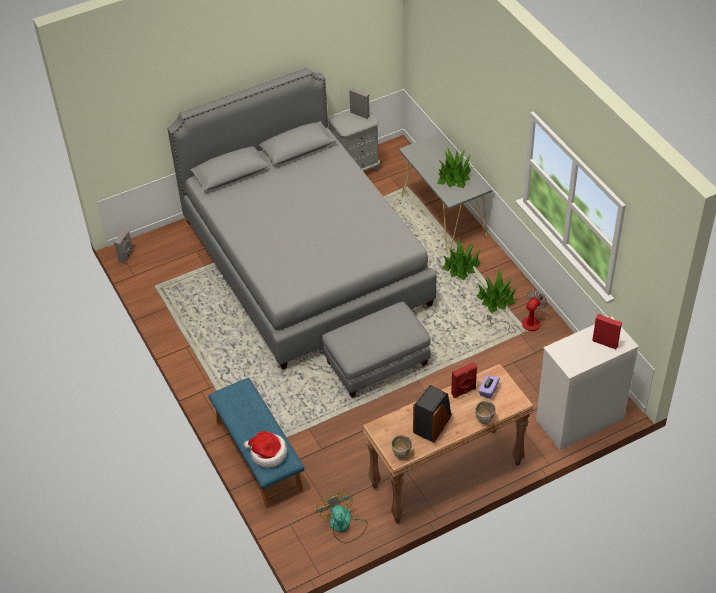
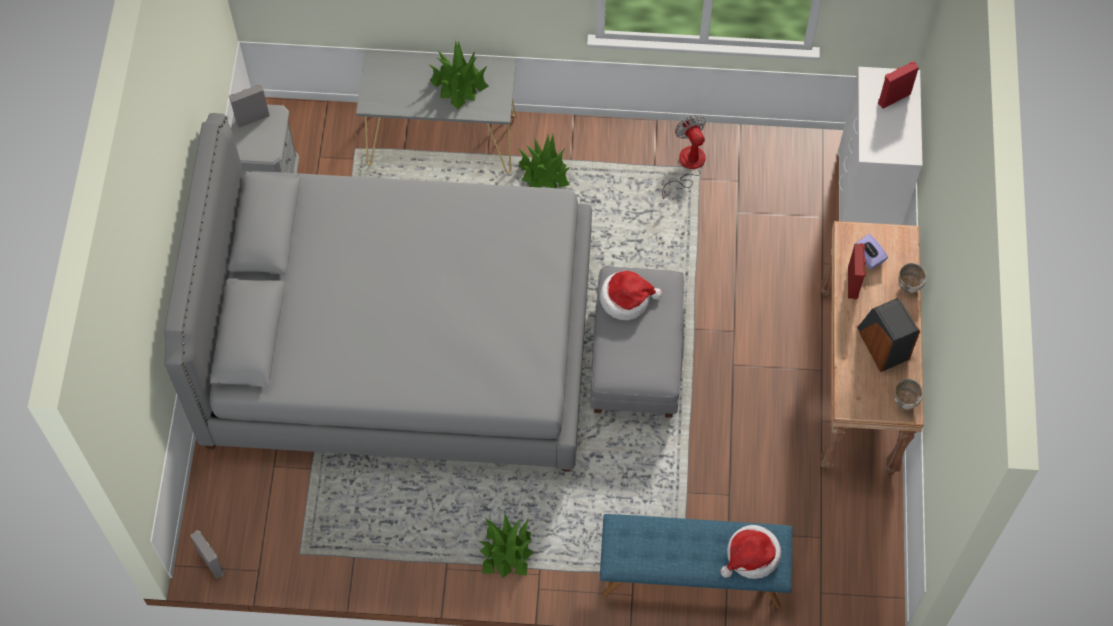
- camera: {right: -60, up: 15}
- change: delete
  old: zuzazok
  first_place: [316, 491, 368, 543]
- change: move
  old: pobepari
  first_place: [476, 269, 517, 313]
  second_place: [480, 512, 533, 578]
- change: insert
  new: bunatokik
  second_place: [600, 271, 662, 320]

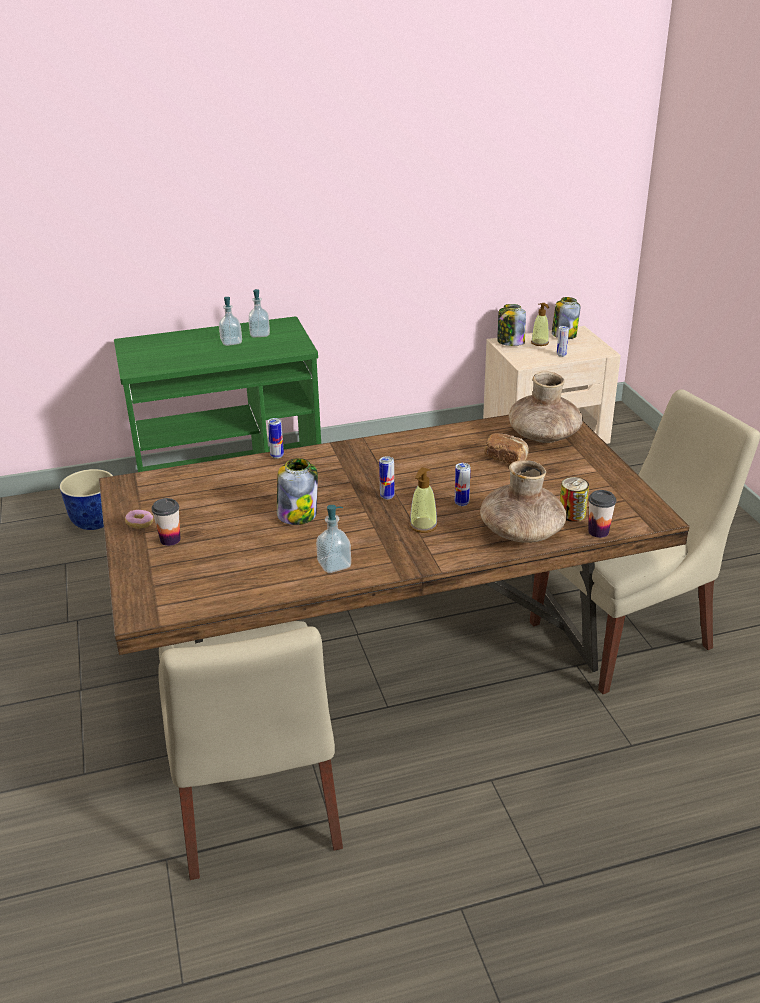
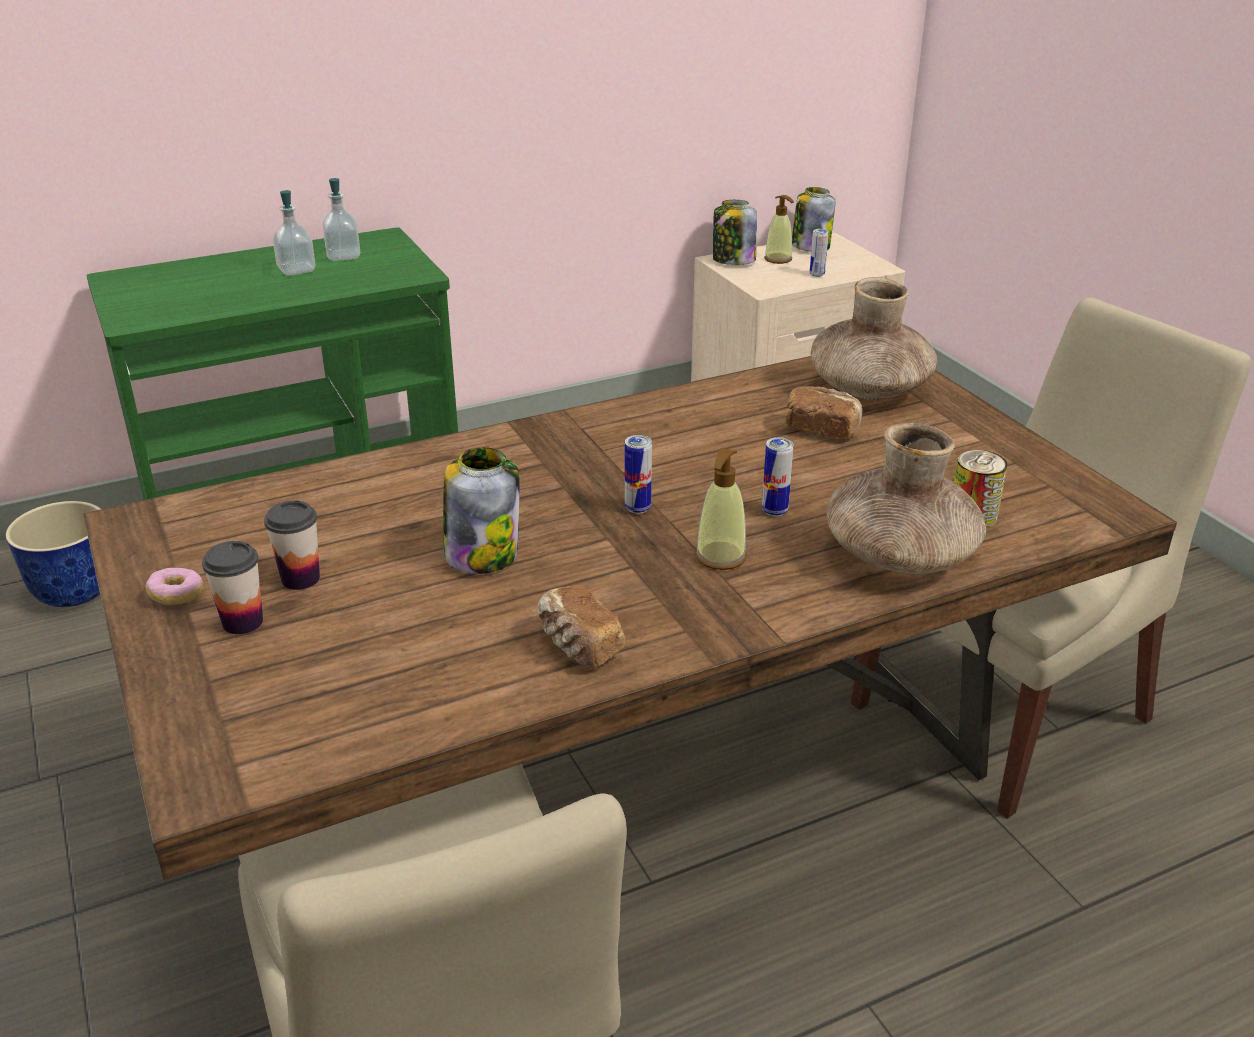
- camera: {right: -10, up: 0}
- change: delete
  old: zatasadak
  first_place: [268, 418, 284, 458]
- change: replace
  old: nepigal
  new: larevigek
  first_place: [316, 505, 351, 573]
  second_place: [537, 585, 626, 669]
- change: move
  old: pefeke
  first_place: [588, 490, 616, 538]
  second_place: [264, 501, 320, 590]

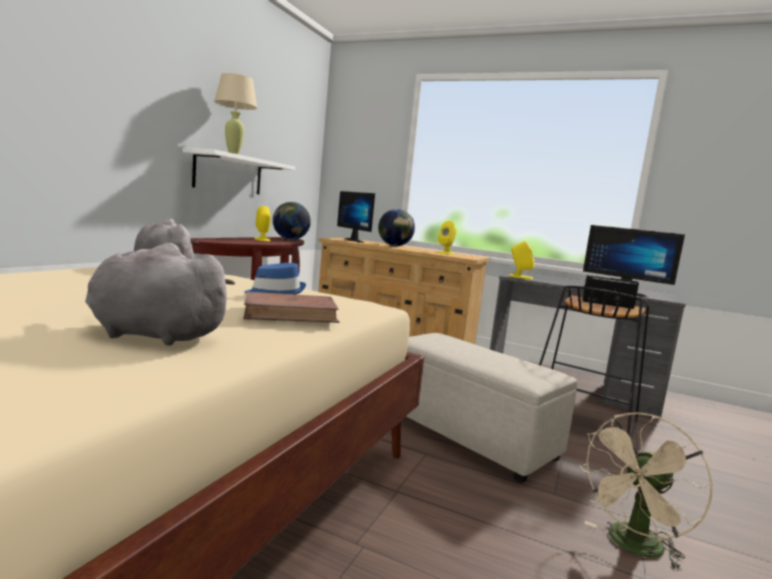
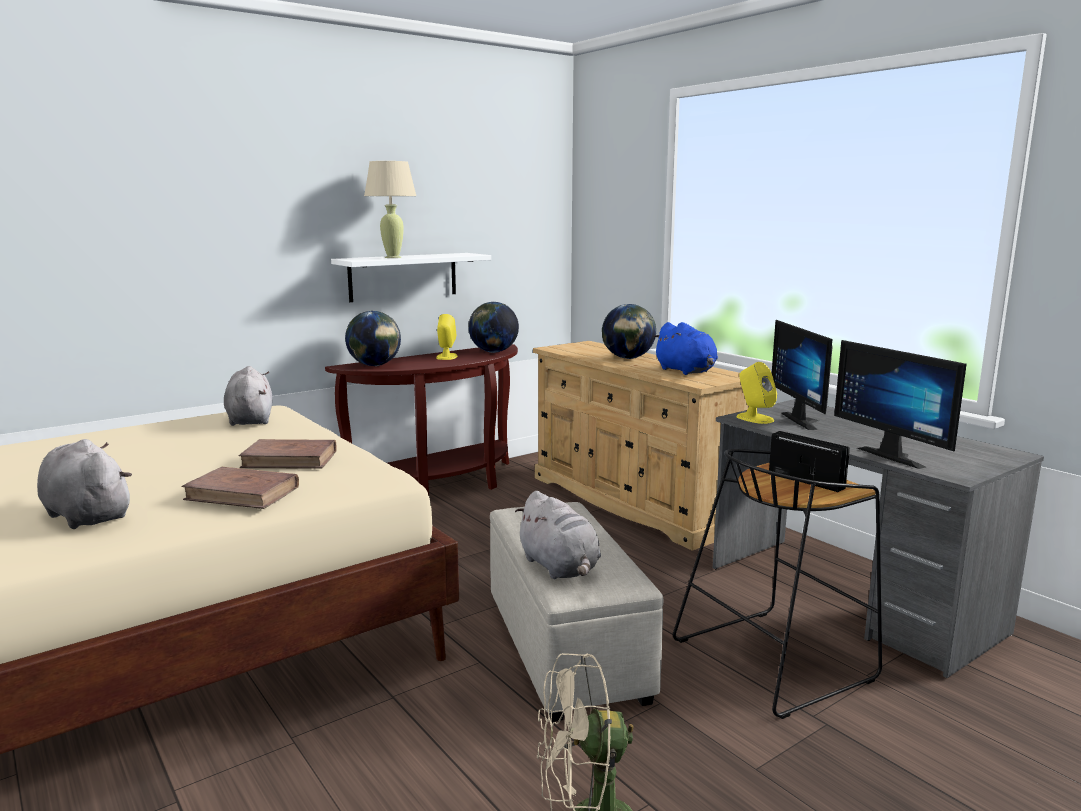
- camera: {right: 30, up: 5}
- change: replace
  old: bunatokik (blue)
  new: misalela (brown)
  first_place: [245, 263, 306, 295]
  second_place: [239, 439, 336, 469]
- change: move
  old: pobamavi
  first_place: [337, 191, 375, 243]
  second_place: [772, 320, 833, 430]
- change: replace
  old: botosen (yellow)
  new: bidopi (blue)
  first_place: [437, 221, 457, 254]
  second_place: [653, 322, 718, 375]
- change: insert
  new: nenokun
  second_place: [345, 311, 401, 366]
- change: insert
  new: bidopi (grey)
  second_place: [515, 491, 601, 579]

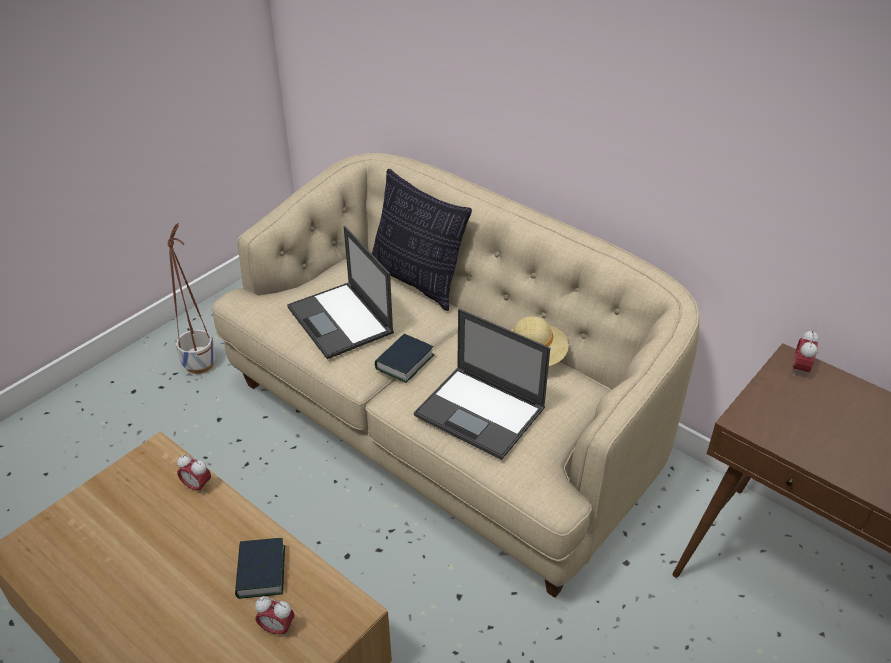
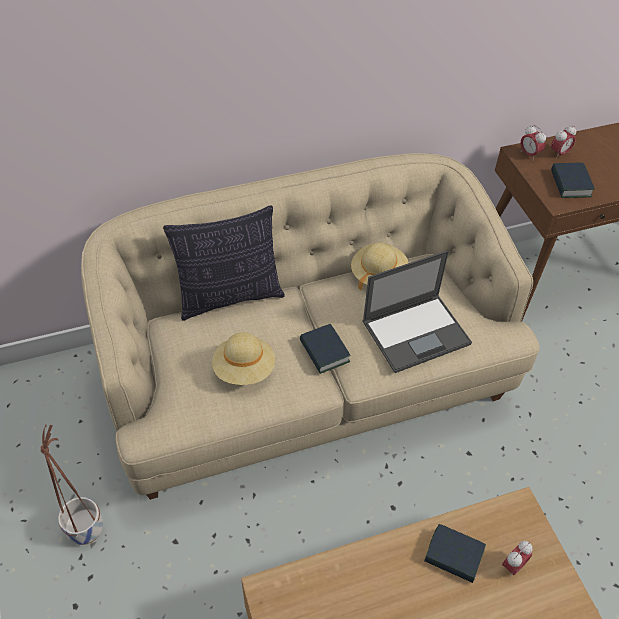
- camera: {right: -60, up: 10}
- change: move
  old: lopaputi
  first_place: [177, 455, 211, 494]
  second_place: [551, 125, 576, 159]
- change: replace
  old: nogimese
  new: bunatokik (beige)
  first_place: [287, 226, 394, 359]
  second_place: [212, 332, 275, 385]
- change: insert
  new: misalela
  second_place: [551, 163, 595, 198]

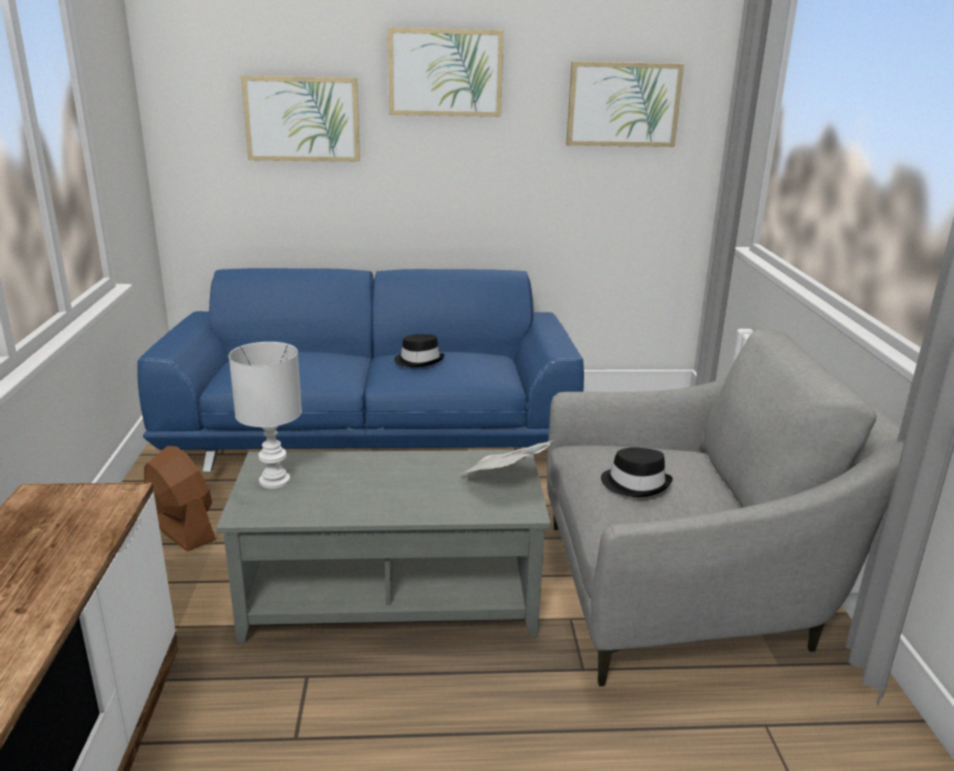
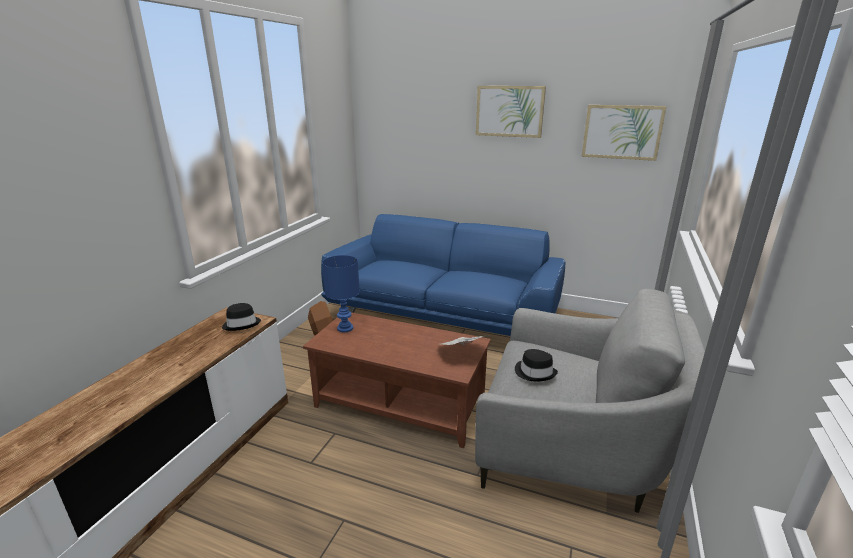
- camera: {right: 25, up: 0}
- change: recolor
  old: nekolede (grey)
  new: nekolede (brown)
  first_place: [216, 450, 551, 643]
  second_place: [303, 312, 491, 448]
- change: recolor
  old: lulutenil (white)
  new: lulutenil (blue)
  first_place: [229, 342, 302, 489]
  second_place: [322, 255, 360, 332]
- change: delete
  old: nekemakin
  first_place: [241, 75, 360, 162]
- change: move
  old: bunatokik (black)
  first_place: [394, 334, 445, 367]
  second_place: [222, 303, 261, 331]

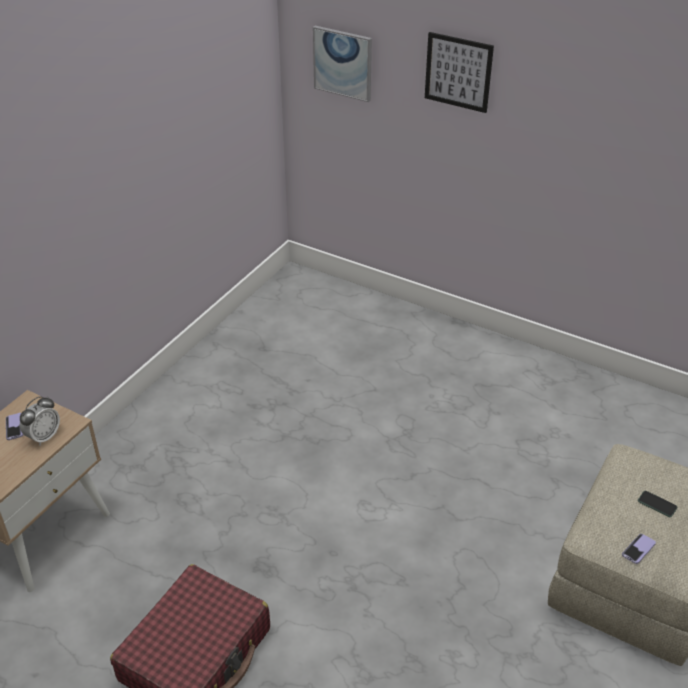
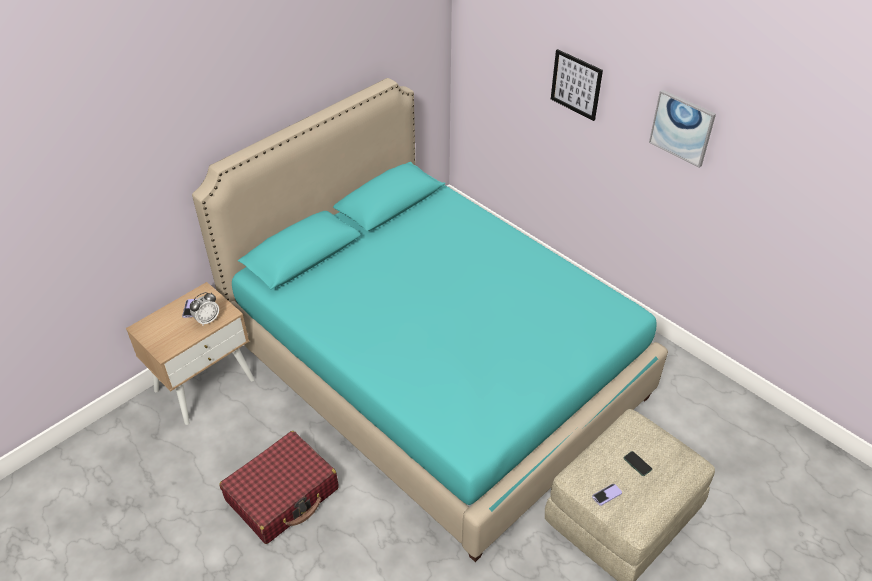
- camera: {right: 15, up: 5}
- change: move
  old: nekemakin
  first_place: [313, 26, 372, 102]
  second_place: [649, 90, 716, 168]
- change: insert
  new: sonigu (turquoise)
  second_place: [192, 78, 668, 562]

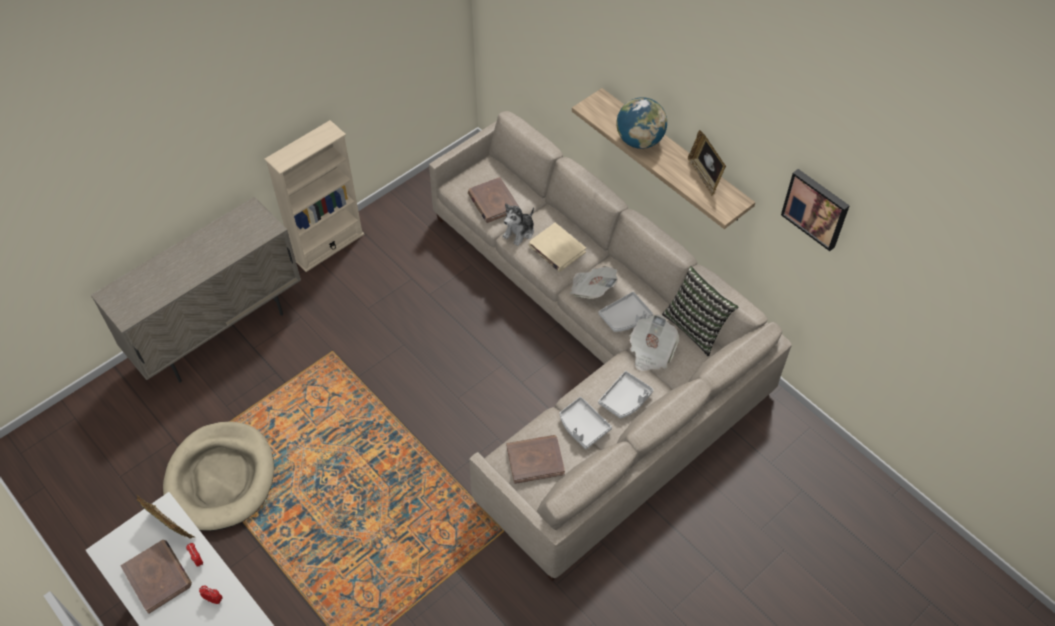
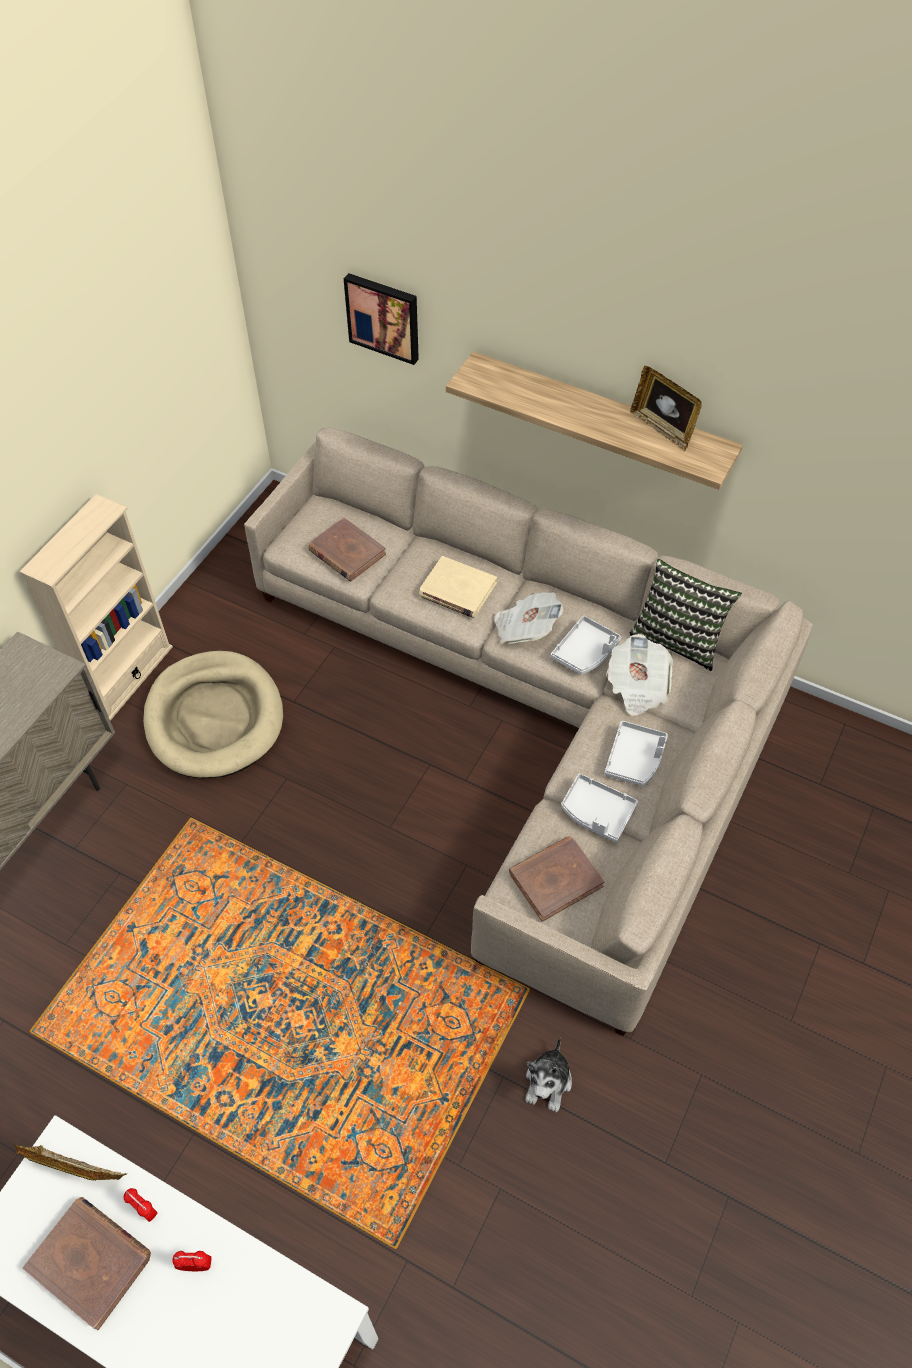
- camera: {right: -20, up: 0}
- change: move
  old: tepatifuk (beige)
  first_place: [163, 421, 274, 531]
  second_place: [143, 651, 283, 778]
- change: move
  old: bidopi
  first_place: [502, 203, 534, 246]
  second_place: [526, 1037, 572, 1112]
- change: delete
  old: nenokun
  first_place: [616, 97, 667, 149]
- change: move
  old: nekemakin
  first_place: [781, 169, 850, 251]
  second_place: [344, 273, 419, 365]

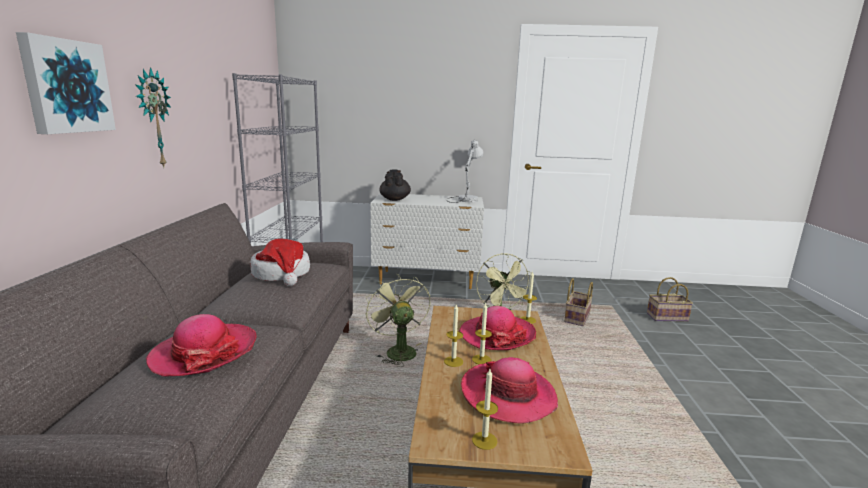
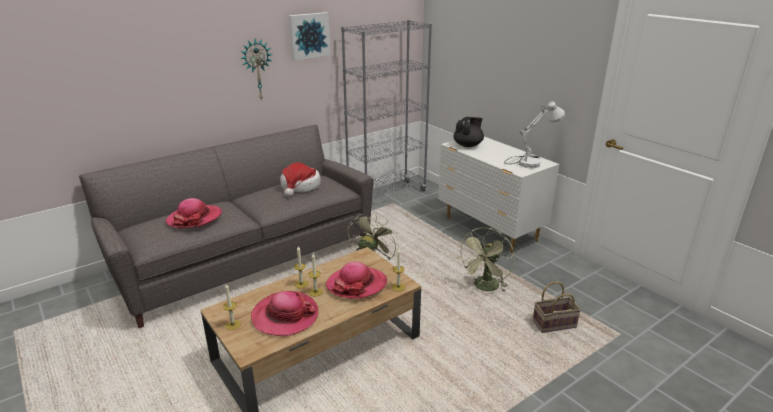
- camera: {right: 50, up: 10}
- change: move
  old: nekemakin
  first_place: [16, 32, 116, 134]
  second_place: [289, 12, 331, 60]
- change: delete
  old: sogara
  first_place: [647, 277, 693, 322]

